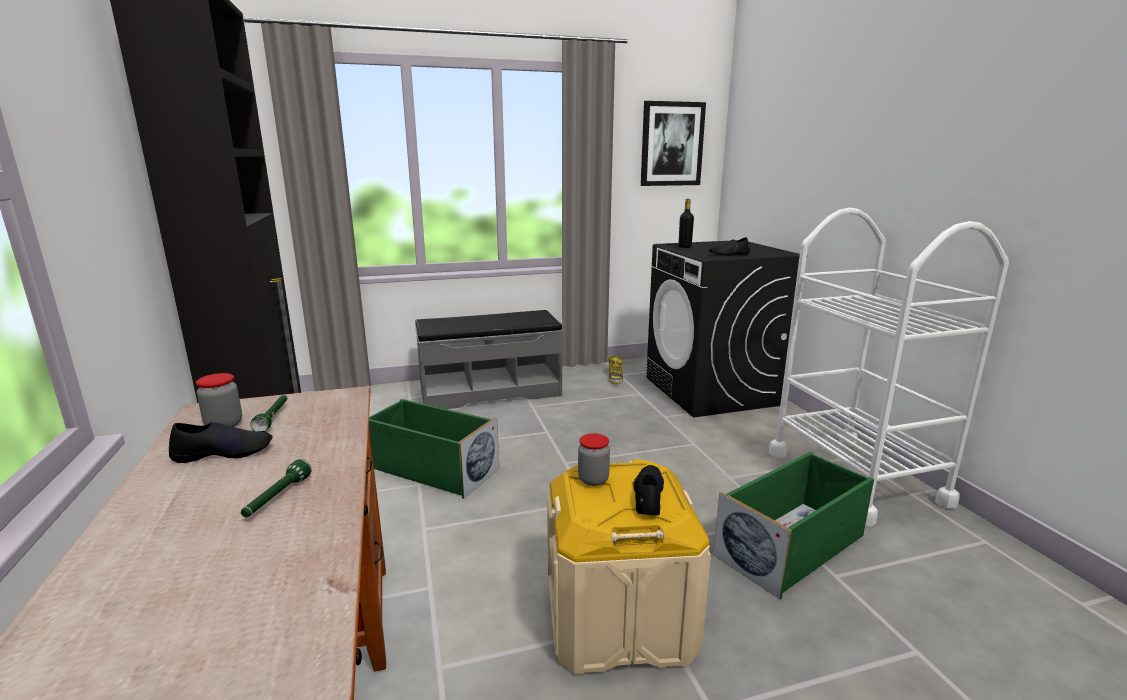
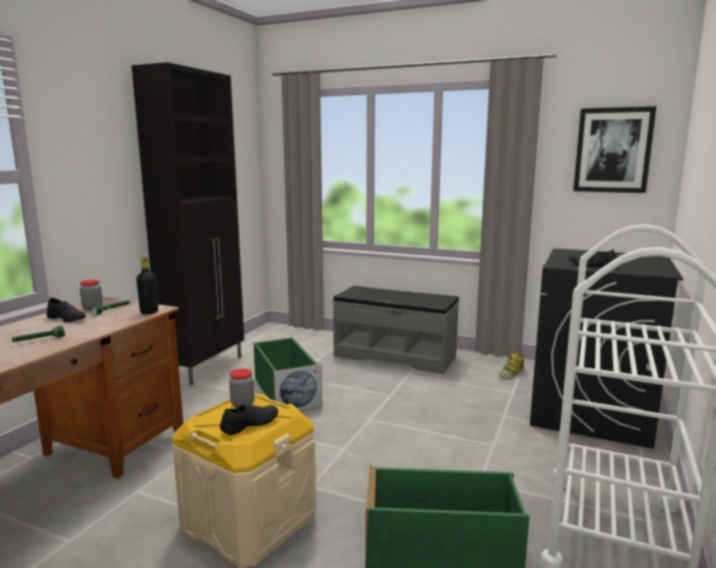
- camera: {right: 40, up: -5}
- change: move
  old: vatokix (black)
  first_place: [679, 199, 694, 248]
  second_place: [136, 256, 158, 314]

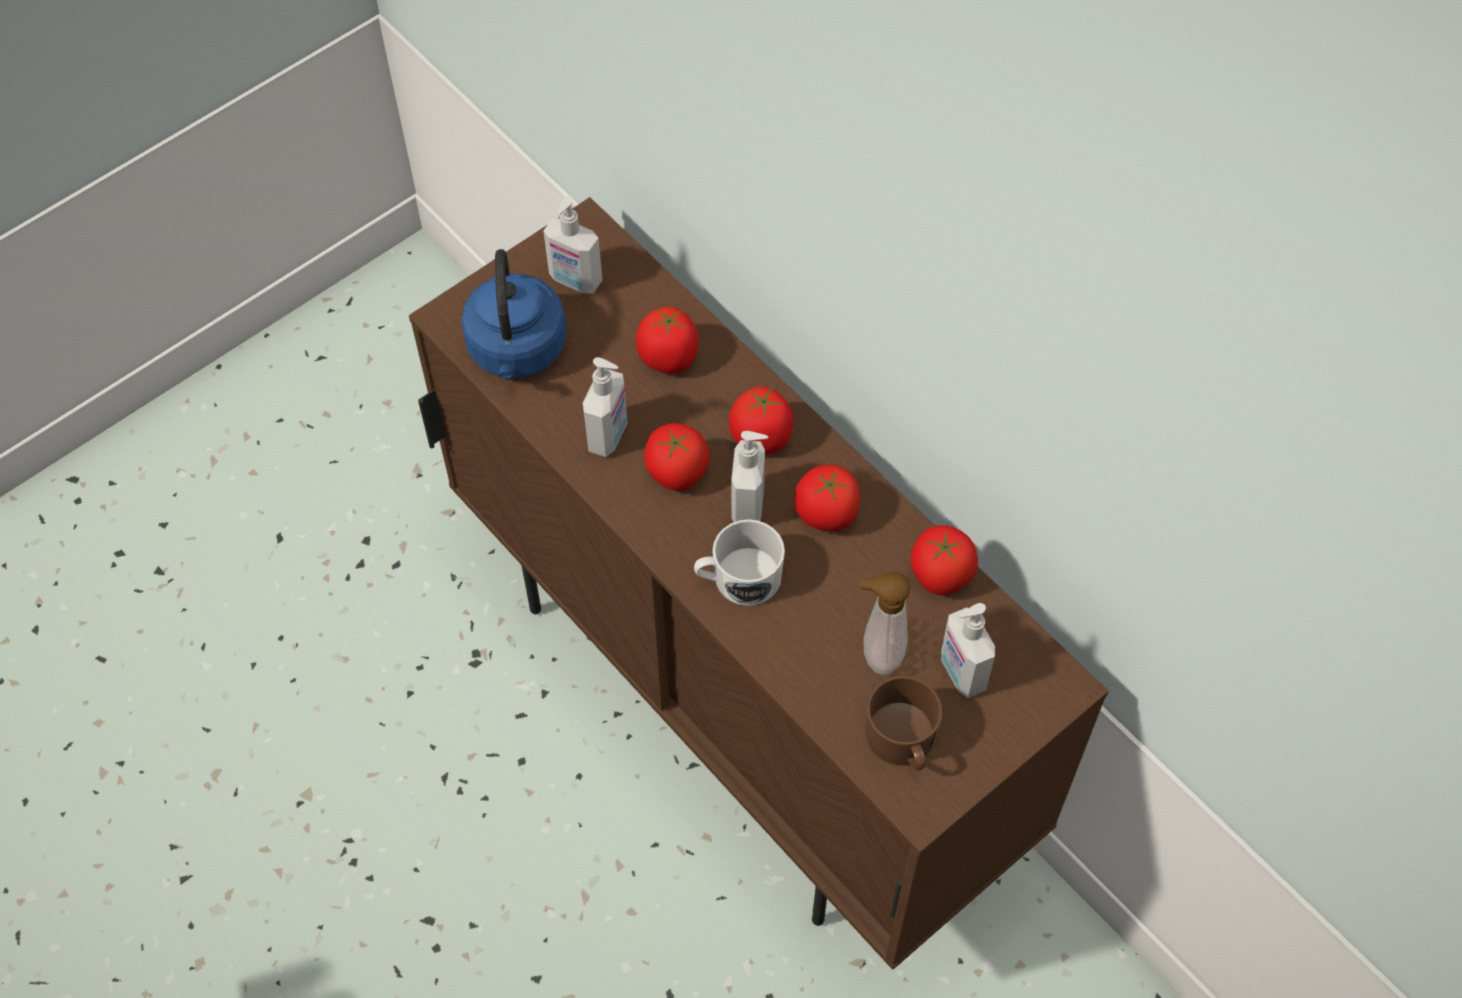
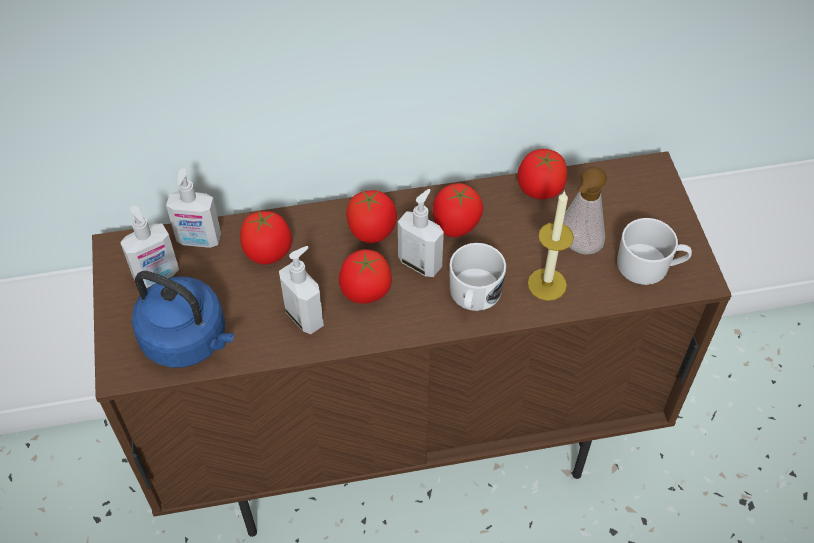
- camera: {right: -60, up: -5}
- change: recolor
  old: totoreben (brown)
  new: totoreben (white)
  first_place: [866, 676, 943, 771]
  second_place: [617, 218, 692, 285]
- change: move
  old: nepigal
  first_place: [941, 603, 995, 698]
  second_place: [166, 168, 221, 248]
- change: insert
  new: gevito
  second_place: [528, 191, 574, 301]

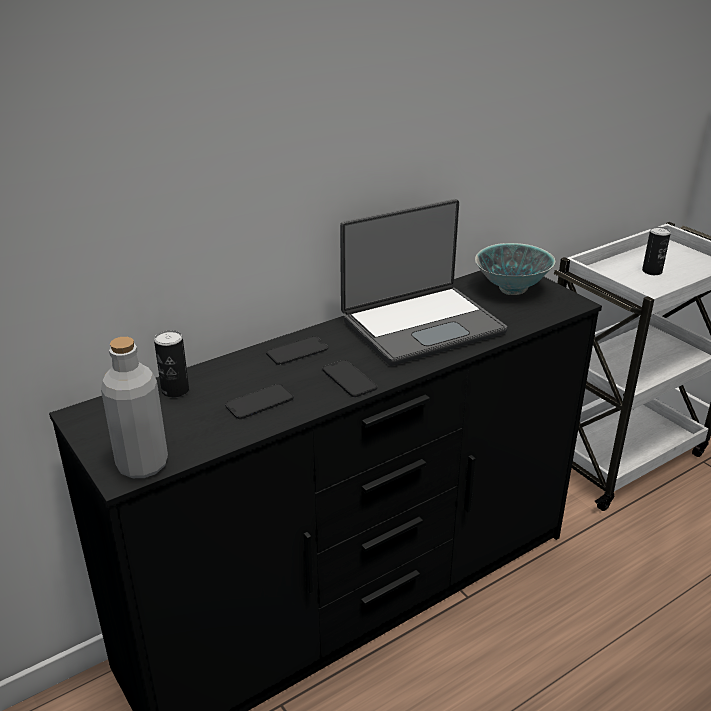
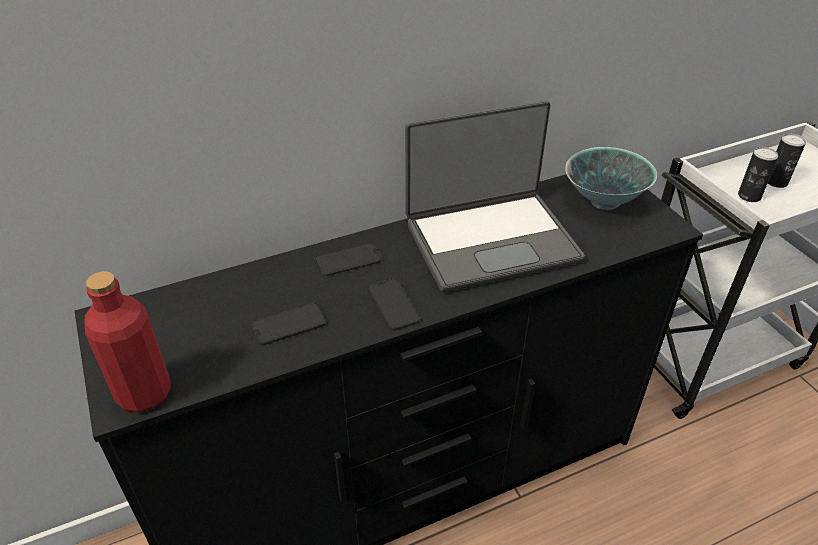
- camera: {right: 10, up: 10}
- change: recolor
  old: vatokix (grey)
  new: vatokix (red)
  first_place: [101, 337, 168, 478]
  second_place: [84, 271, 171, 412]
- change: move
  old: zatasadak
  first_place: [154, 330, 189, 398]
  second_place: [738, 147, 778, 202]

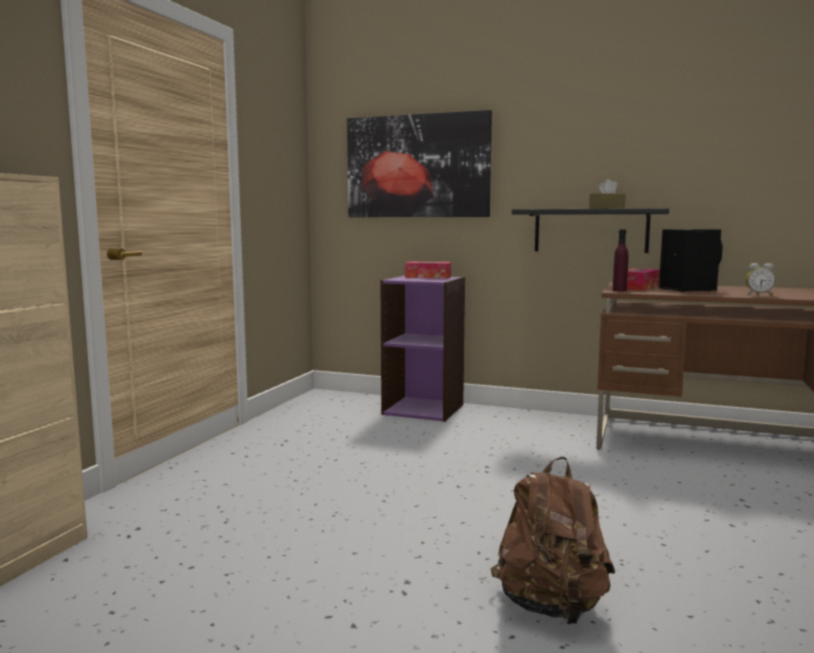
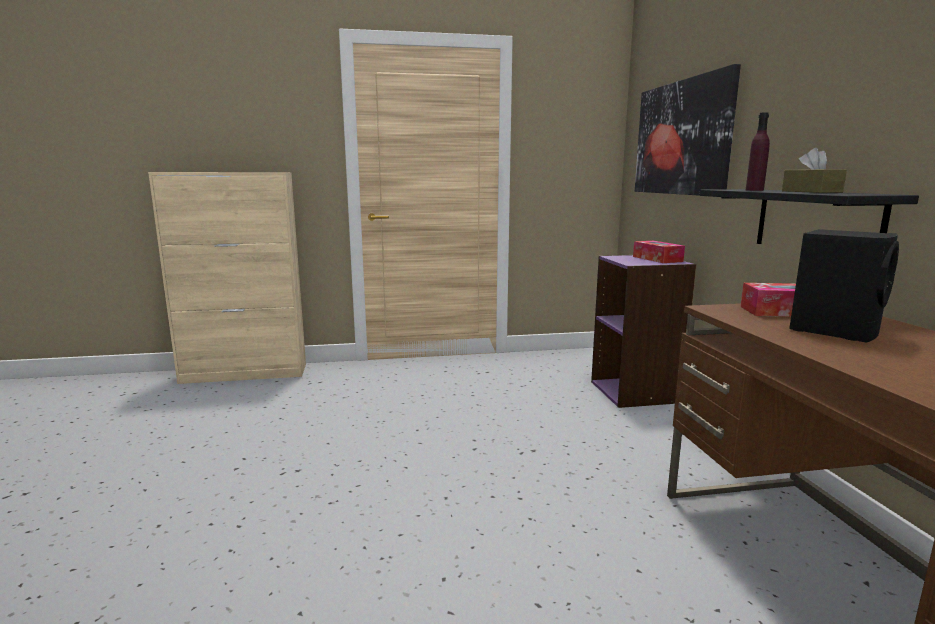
- camera: {right: 60, up: 5}
- change: delete
  old: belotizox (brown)
  first_place: [490, 457, 615, 624]
- change: move
  old: vatokix (purple)
  first_place: [613, 229, 629, 291]
  second_place: [746, 112, 770, 191]
- change: delete
  old: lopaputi
  first_place: [746, 263, 775, 296]

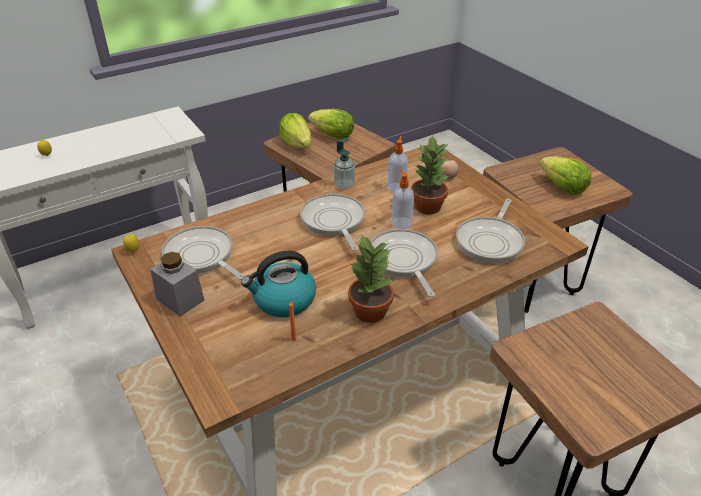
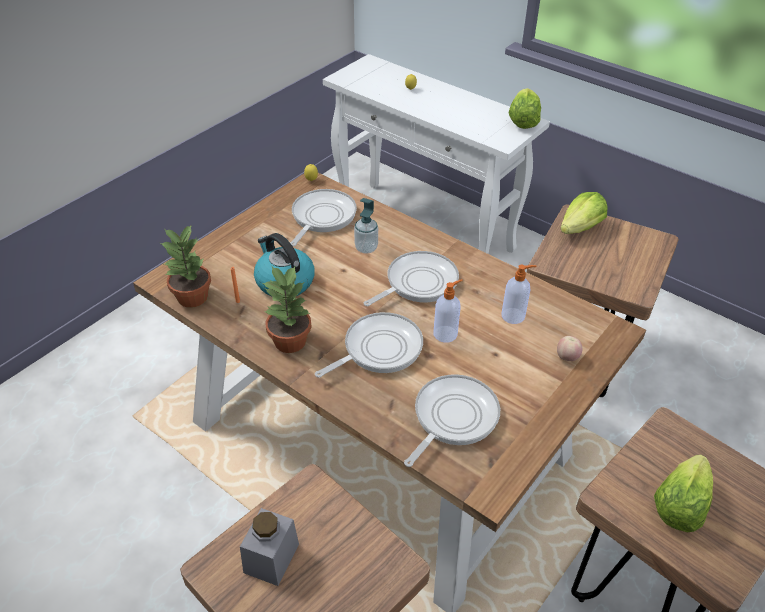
- camera: {right: 70, up: 5}
- change: move
  old: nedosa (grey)
  first_place: [150, 252, 205, 317]
  second_place: [240, 508, 299, 586]
- change: move
  old: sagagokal
  first_place: [308, 109, 354, 139]
  second_place: [509, 88, 541, 129]
- change: move
  old: nepigal
  first_place: [334, 138, 355, 190]
  second_place: [354, 198, 378, 254]
- change: move
  old: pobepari
  first_place: [411, 135, 449, 215]
  second_place: [160, 225, 211, 308]
- change: rotate
  old: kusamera
  first_place: [456, 199, 525, 263]
  second_place: [404, 374, 500, 467]
  degrees: 120

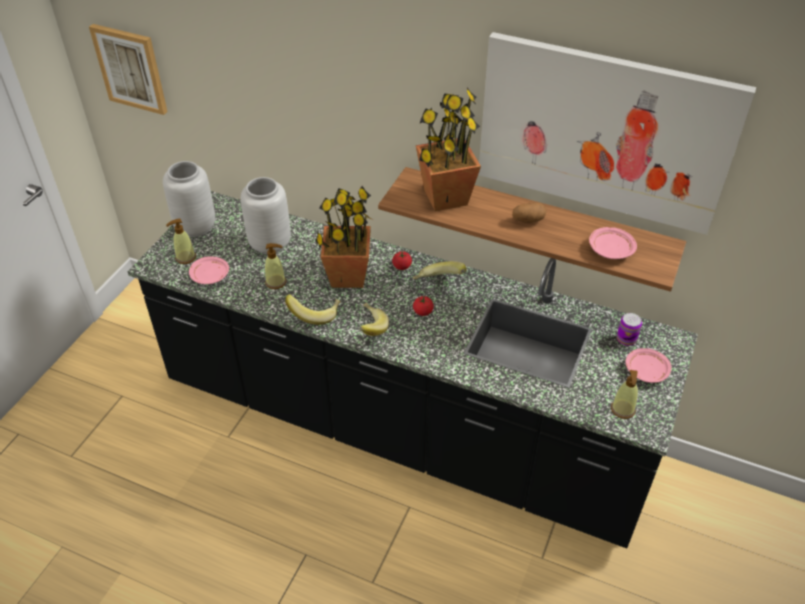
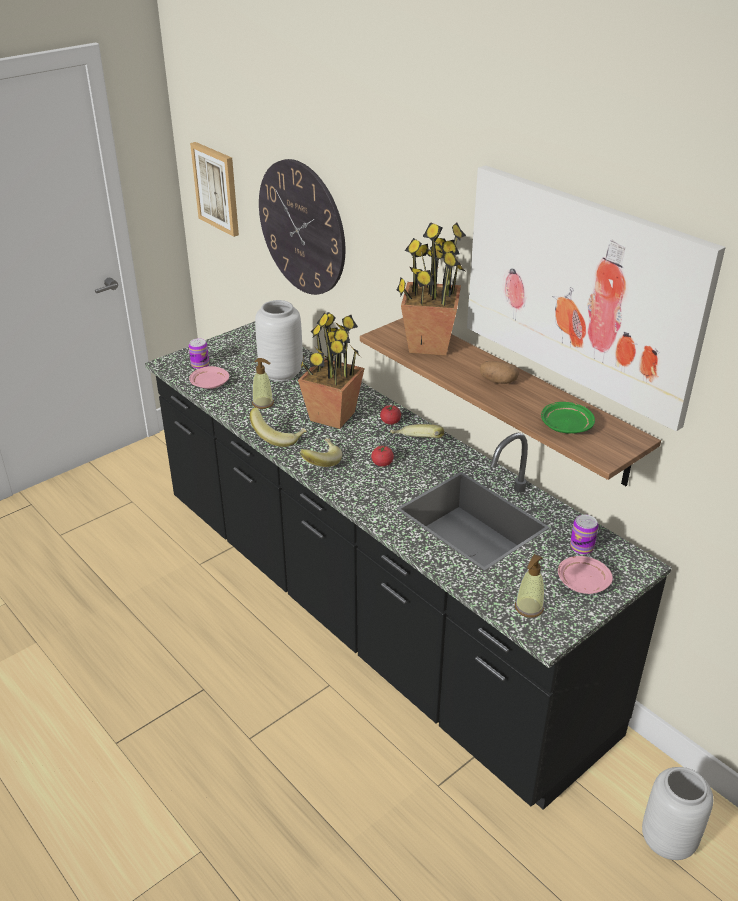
- camera: {right: 25, up: -10}
- change: move
  old: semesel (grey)
  first_place: [163, 161, 215, 237]
  second_place: [642, 767, 714, 860]
- change: replace
  old: nepigal
  new: zatasadak
  first_place: [166, 219, 196, 264]
  second_place: [189, 338, 209, 369]
- change: recolor
  old: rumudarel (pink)
  new: rumudarel (green)
  first_place: [589, 227, 637, 259]
  second_place: [541, 402, 595, 434]
- change: insert
  new: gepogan
  second_place: [259, 159, 345, 295]

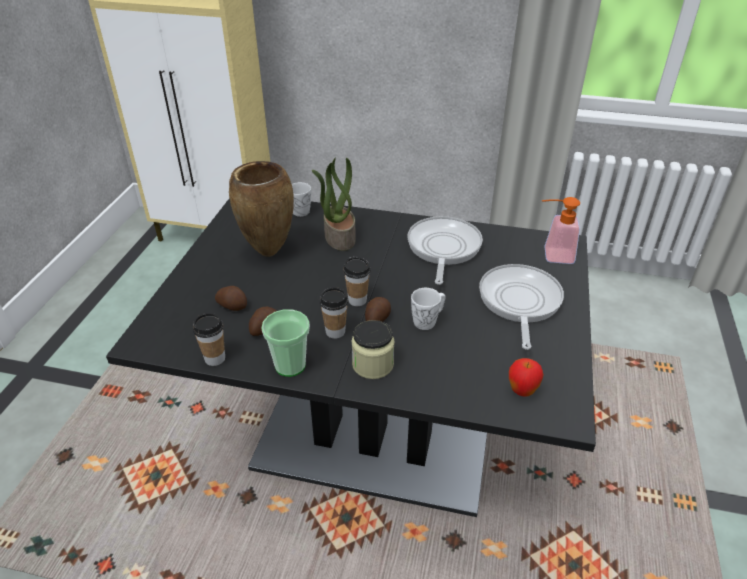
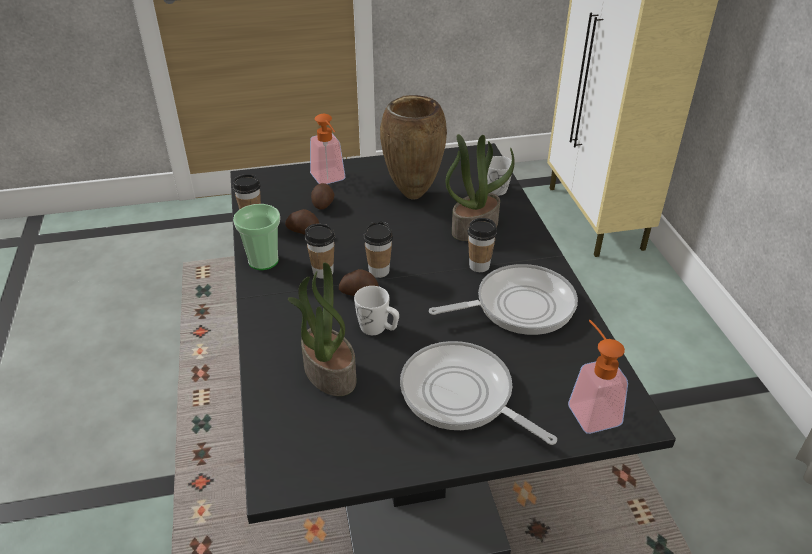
- camera: {right: 65, up: 0}
- change: delete
  old: nedosa
  first_place: [352, 320, 395, 379]
- change: rotate
  old: kusamera
  first_place: [479, 264, 564, 350]
  second_place: [400, 341, 557, 445]
  degrees: -120
- change: delete
  old: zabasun
  first_place: [509, 358, 544, 397]
- change: insert
  new: pobepari
  second_place: [288, 262, 357, 396]
- change: insert
  new: nepigal
  second_place: [310, 114, 345, 184]
- change: insert
  new: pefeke
  second_place: [467, 218, 497, 272]

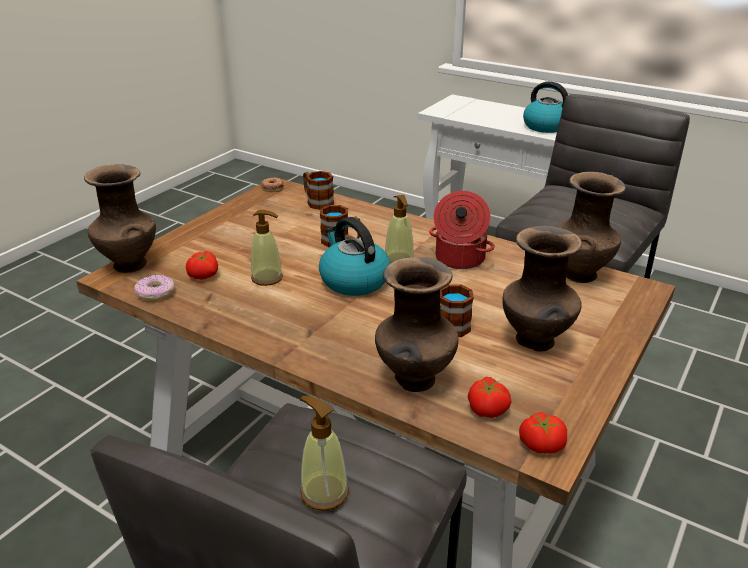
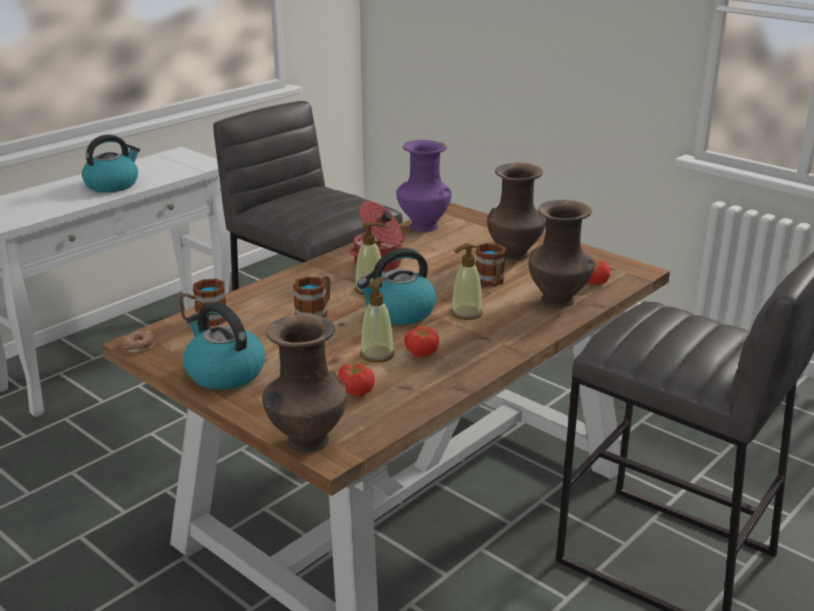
- camera: {right: -80, up: -5}
- change: delete
  old: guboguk
  first_place: [134, 275, 174, 301]
- change: move
  old: nepigal
  first_place: [299, 396, 349, 511]
  second_place: [451, 243, 483, 320]
- change: move
  old: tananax
  first_place: [519, 412, 567, 454]
  second_place: [404, 326, 439, 357]
- change: recolor
  old: semesel (brown)
  new: semesel (purple)
  first_place: [556, 172, 626, 283]
  second_place: [396, 140, 451, 232]
- change: insert
  new: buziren
  second_place: [183, 302, 265, 390]

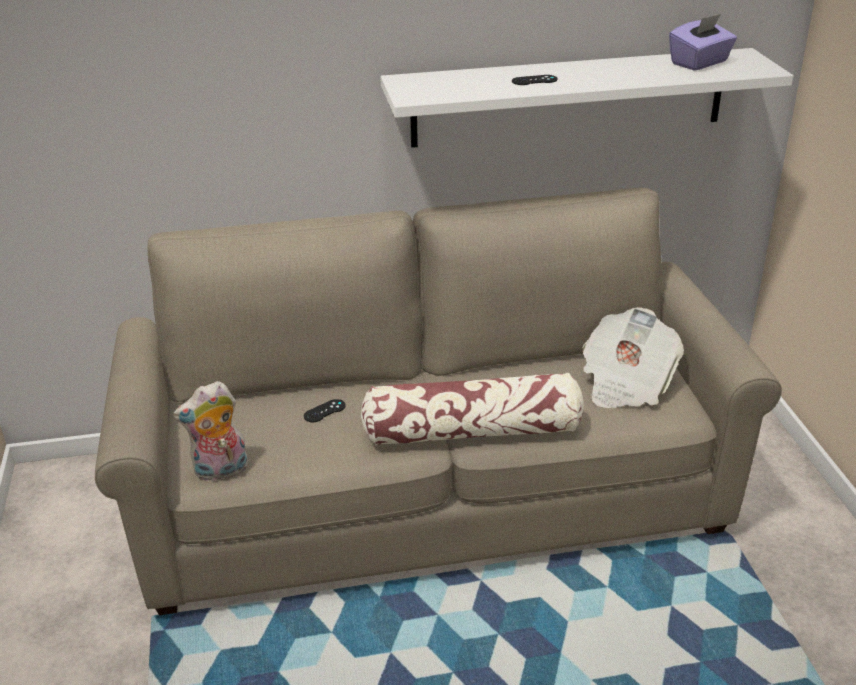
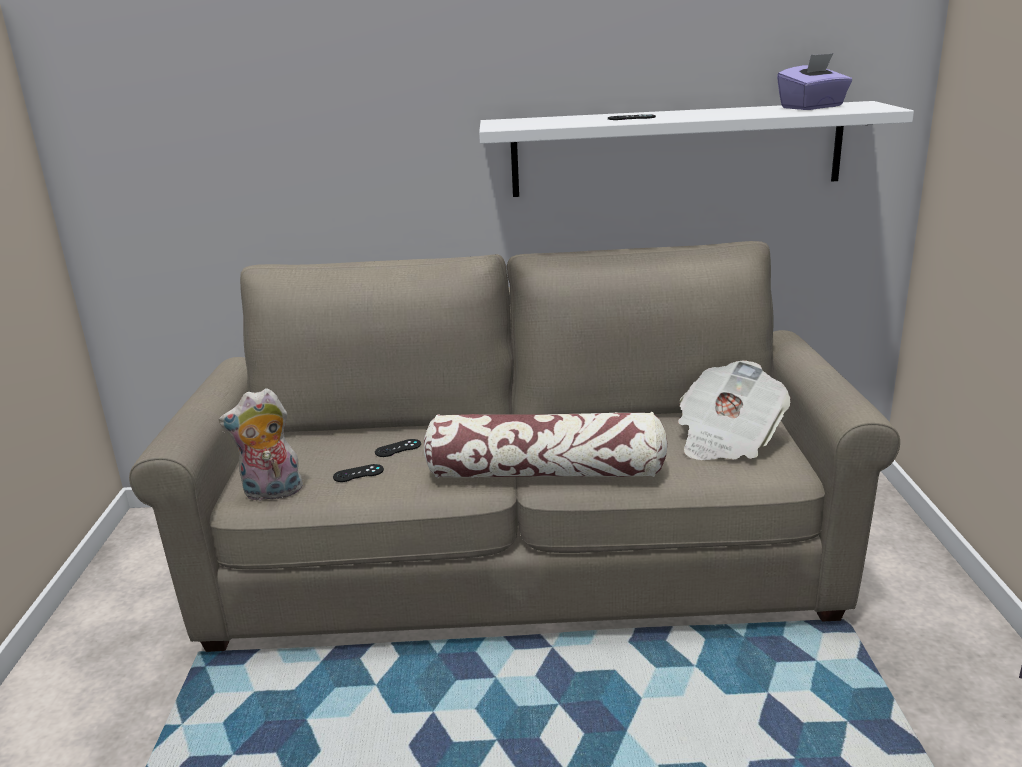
- camera: {right: 10, up: -10}
- change: insert
  new: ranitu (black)
  second_place: [333, 464, 384, 482]

